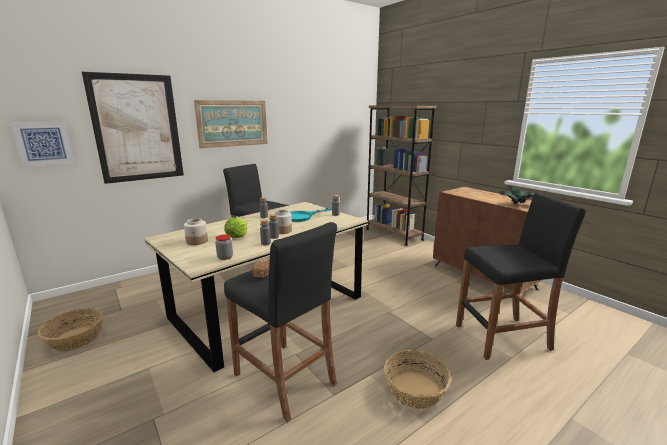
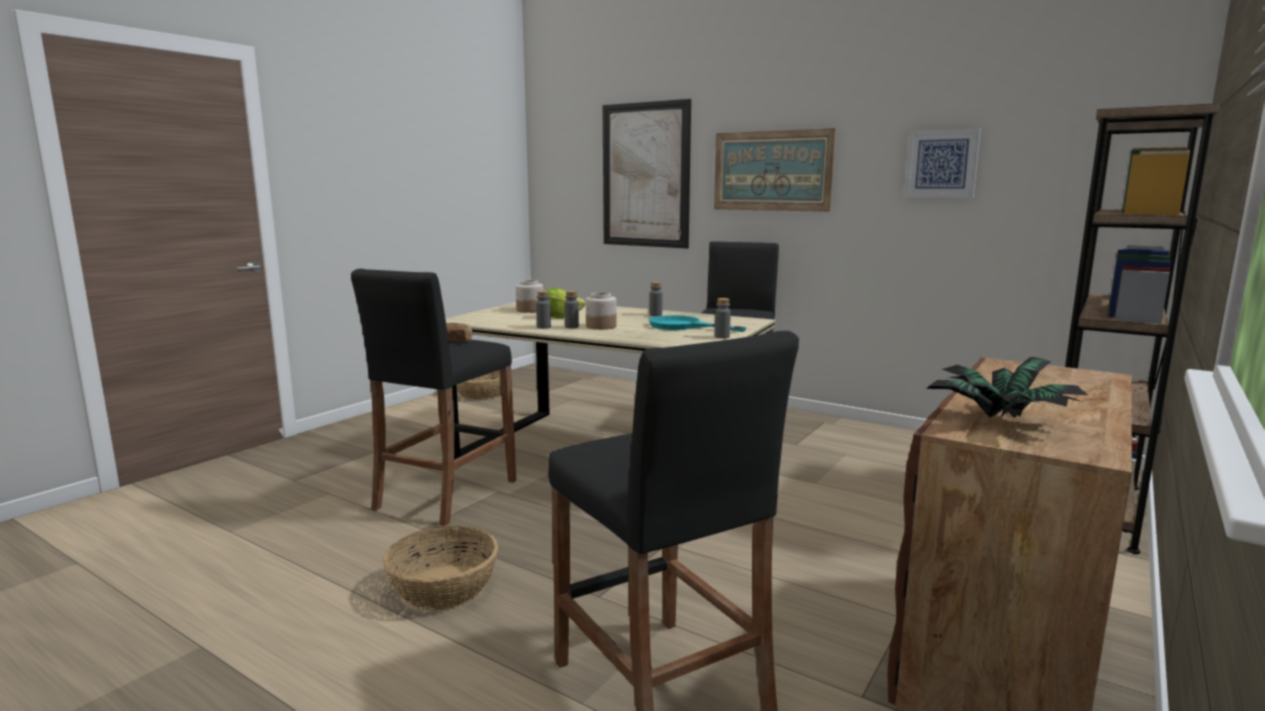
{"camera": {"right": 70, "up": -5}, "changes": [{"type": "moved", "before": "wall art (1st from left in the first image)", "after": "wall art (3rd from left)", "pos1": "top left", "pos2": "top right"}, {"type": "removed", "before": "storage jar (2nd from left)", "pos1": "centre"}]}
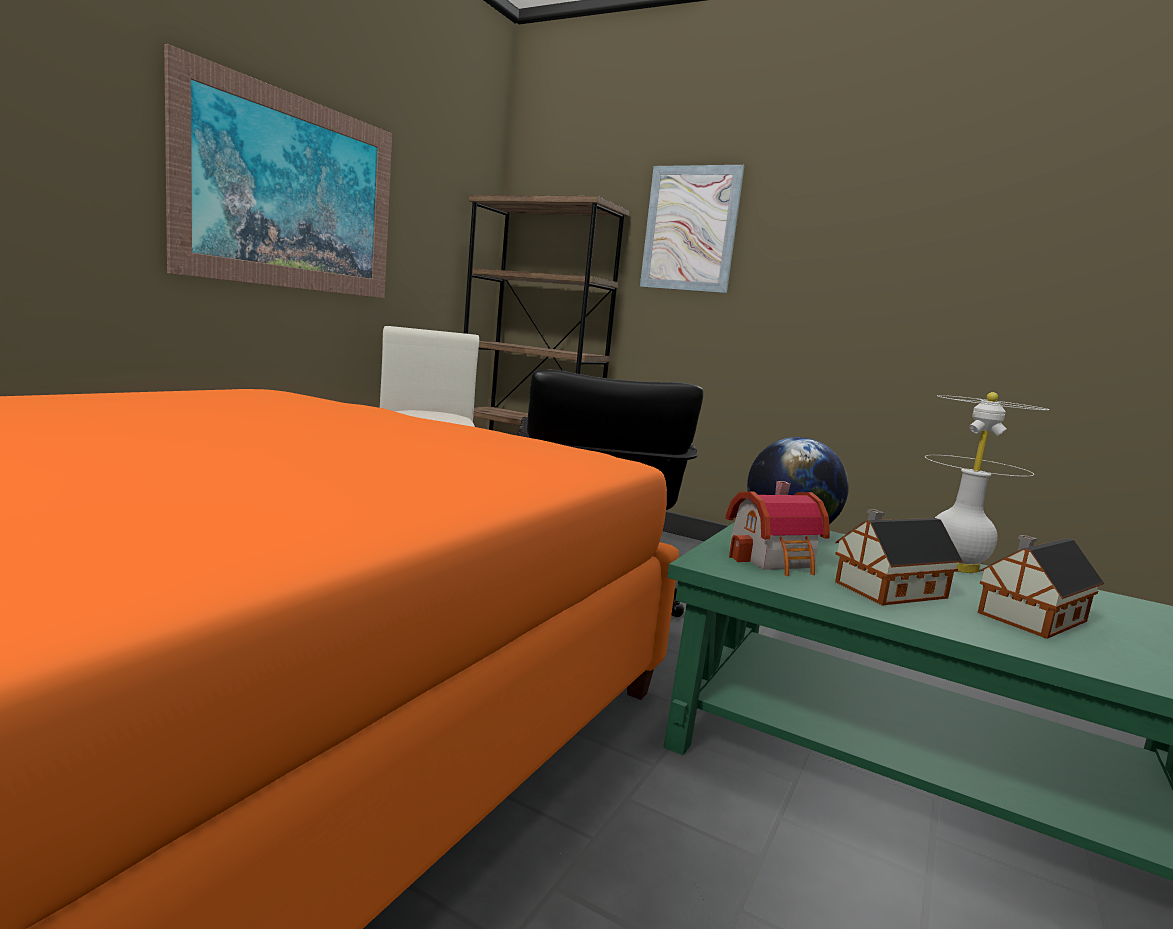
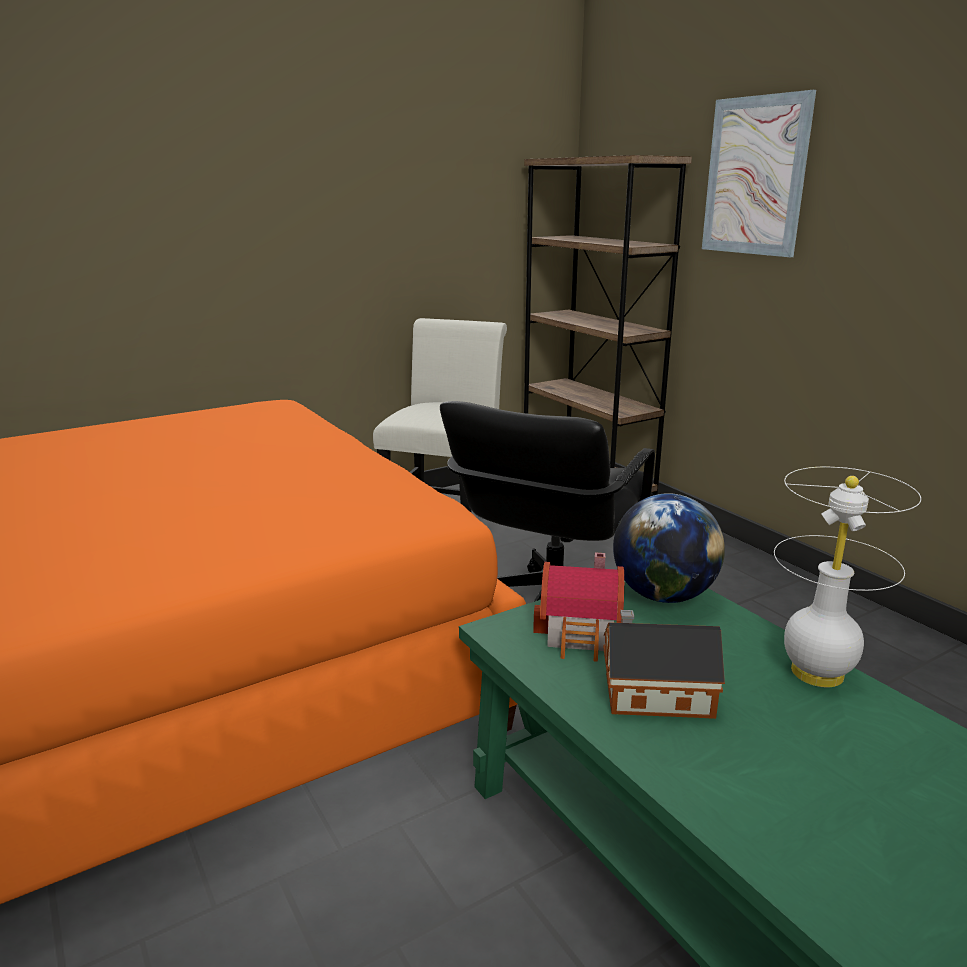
{"camera": {"right": 30, "up": 10}, "changes": [{"type": "removed", "before": "wall art (1st from left)", "pos1": "top left"}, {"type": "removed", "before": "toy house (3rd from left)", "pos1": "middle right"}]}
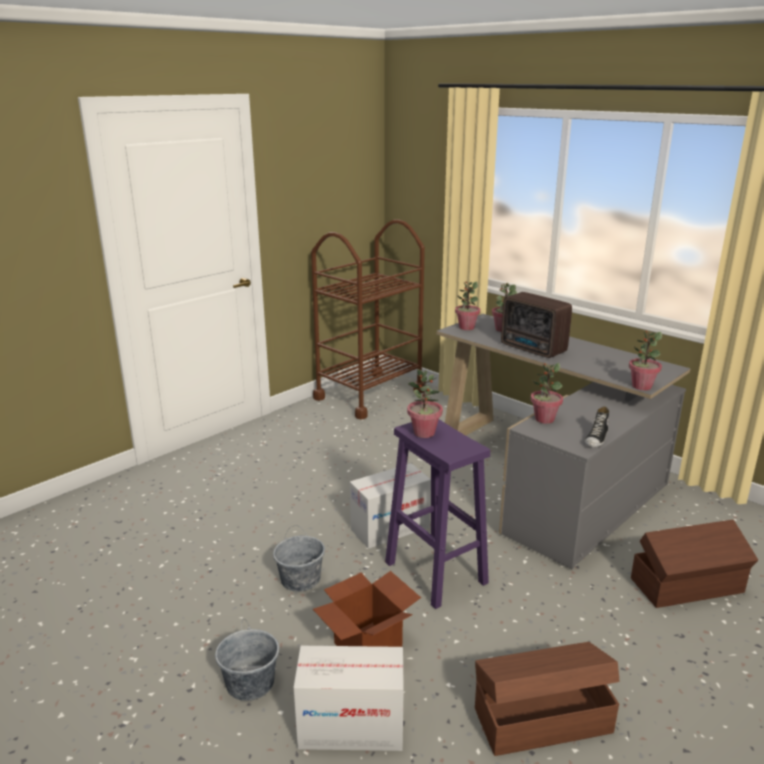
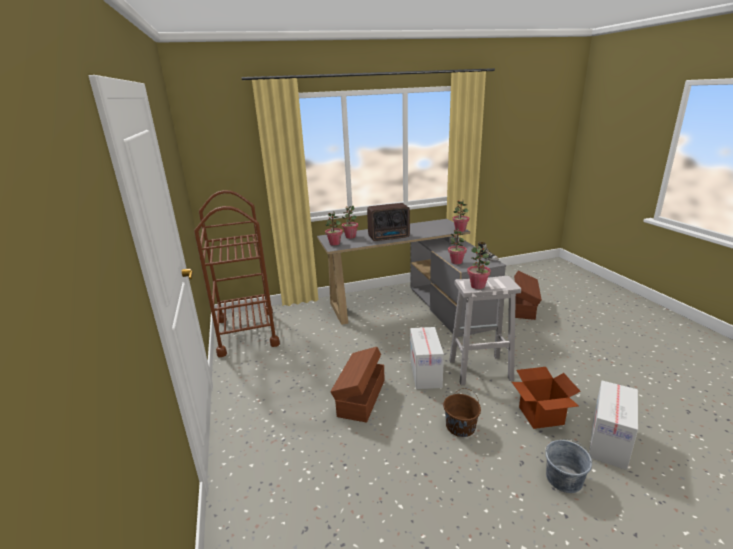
{"camera": {"right": -60, "up": 0}, "changes": [{"type": "recoloured", "before": "gray bucket (2nd from left)", "after": "brown-coloured bucket", "pos1": "bottom centre", "pos2": "bottom centre"}, {"type": "recoloured", "before": "purple-coloured sitting stool", "after": "whitish sitting stool", "pos1": "bottom centre", "pos2": "centre"}, {"type": "moved", "before": "brown-coloured storage bin (1st from left)", "pos1": "bottom right", "pos2": "bottom centre"}]}
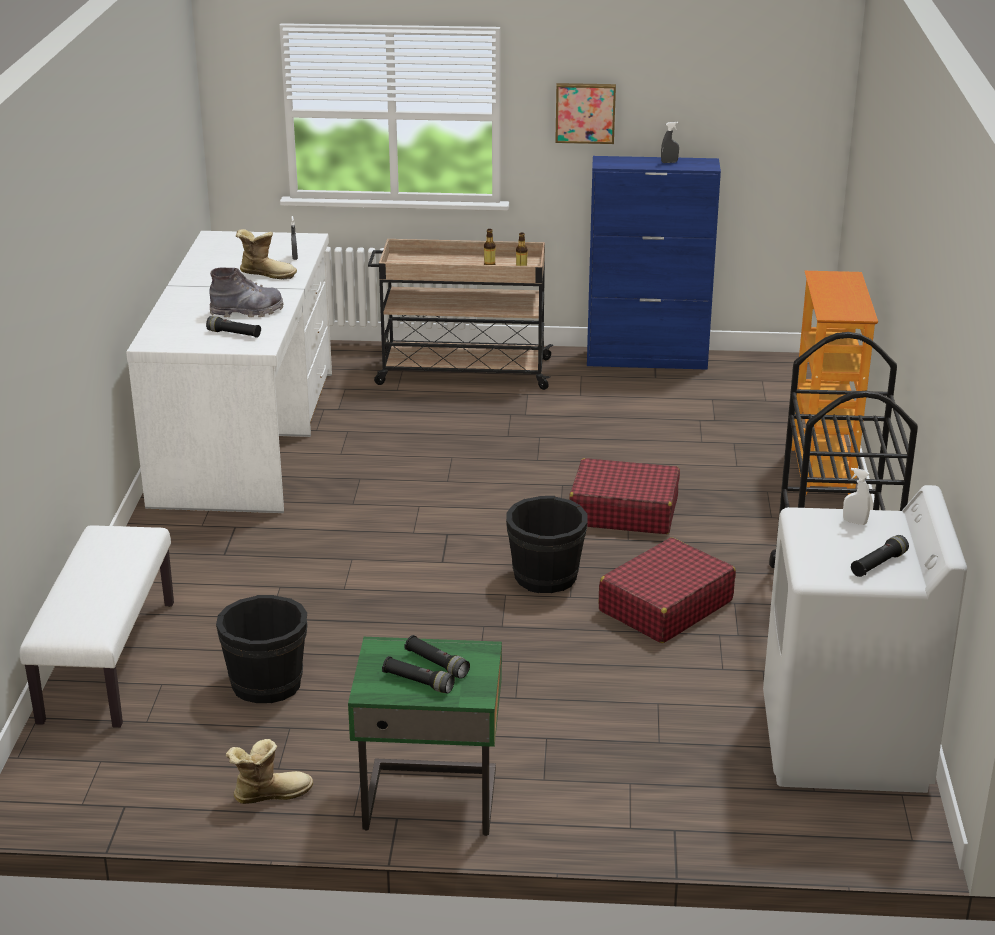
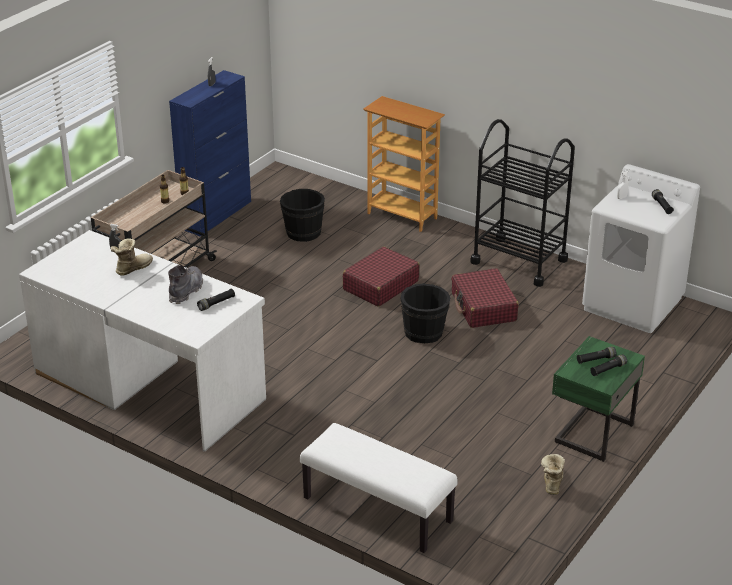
{"camera": {"right": -60, "up": 5}, "changes": [{"type": "moved", "before": "blackish bucket (1st from left)", "pos1": "bottom left", "pos2": "centre"}, {"type": "removed", "before": "wall art", "pos1": "top centre"}]}
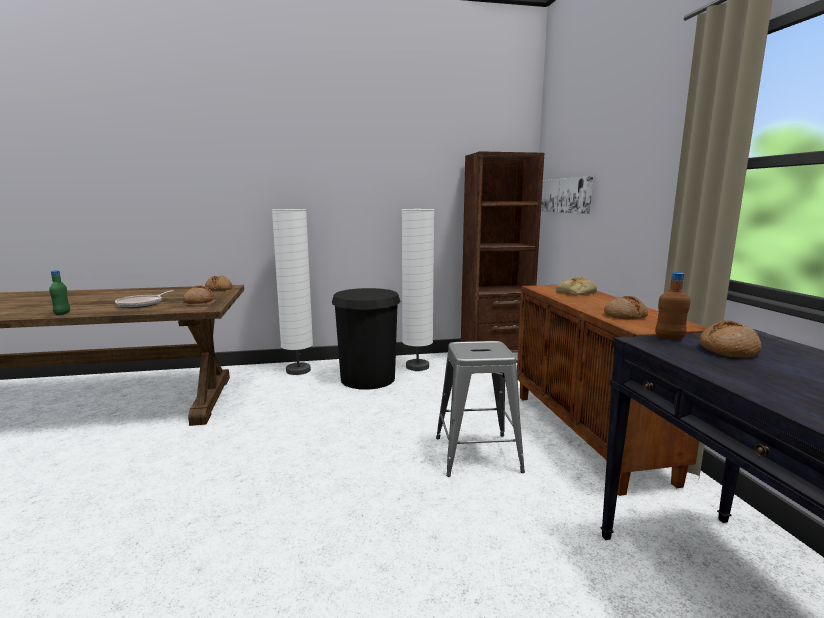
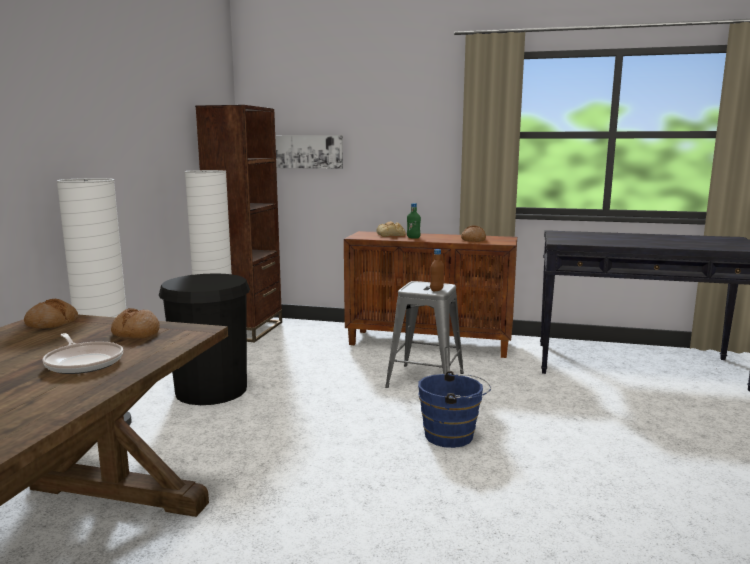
{"camera": {"right": -65, "up": 0}, "changes": [{"type": "moved", "before": "greenish drink bottle", "pos1": "middle left", "pos2": "centre"}, {"type": "moved", "before": "brown-coloured drink bottle", "pos1": "middle right", "pos2": "centre"}, {"type": "removed", "before": "baked bread (5th from left)", "pos1": "middle right"}, {"type": "added", "after": "bluish bucket", "pos2": "bottom centre"}]}
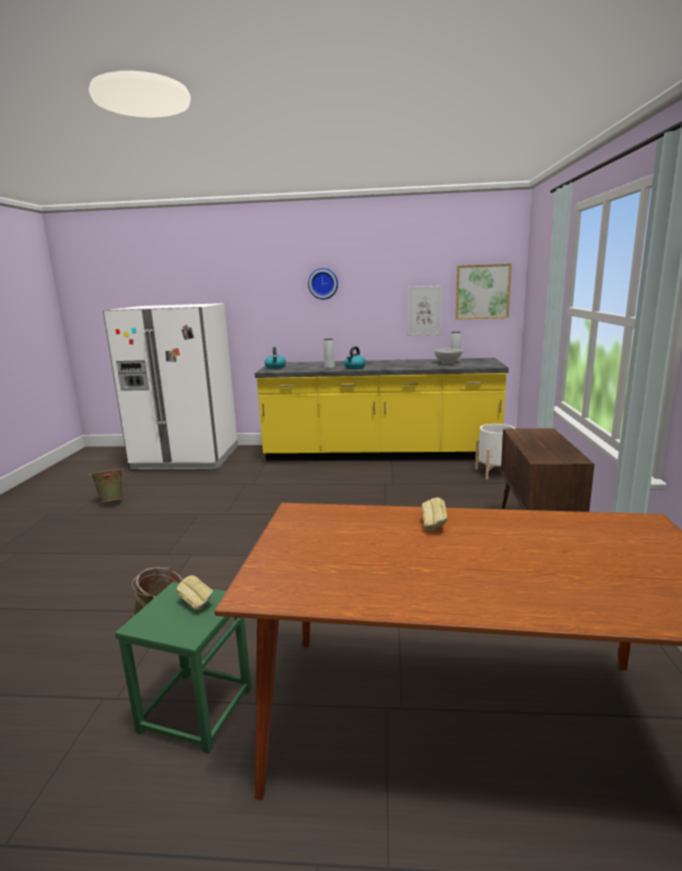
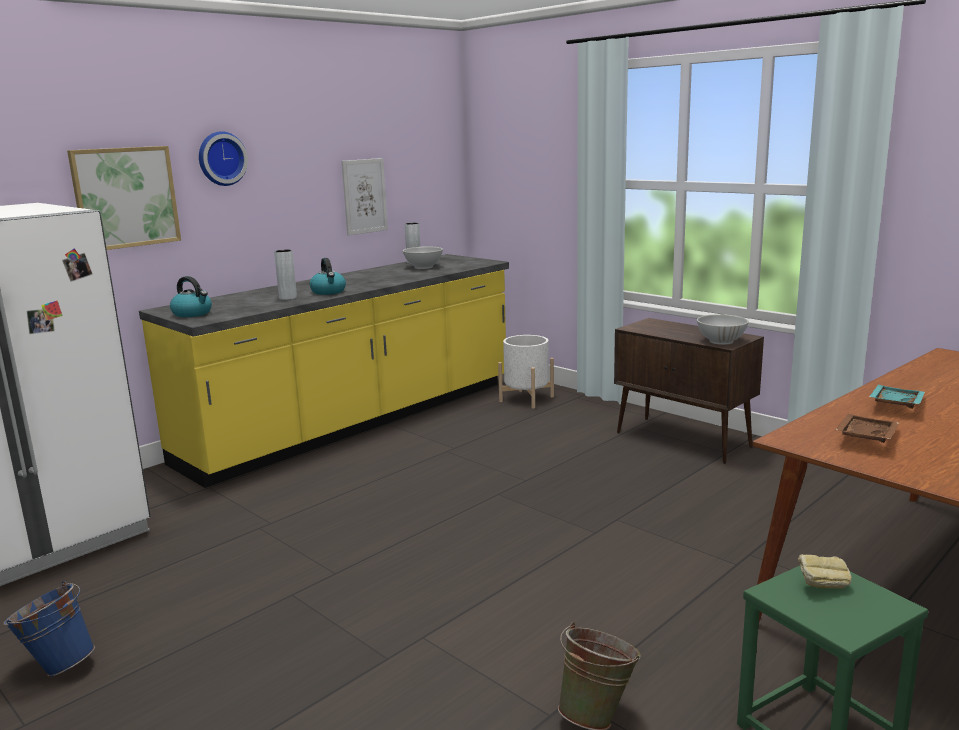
{"camera": {"right": -50, "up": 0}, "changes": [{"type": "recoloured", "before": "greenish bucket (1st from left)", "after": "bluish bucket", "pos1": "middle left", "pos2": "bottom left"}, {"type": "replaced", "before": "baked bread (2nd from left)", "after": "turquoise-coloured serving tray", "pos1": "centre", "pos2": "middle right"}, {"type": "moved", "before": "wall art (2nd from left in the first image)", "after": "wall art (1st from left)", "pos1": "middle right", "pos2": "top left"}, {"type": "added", "after": "whitish bowl (2nd from left)", "pos2": "middle right"}, {"type": "added", "after": "brown-coloured serving tray", "pos2": "middle right"}]}
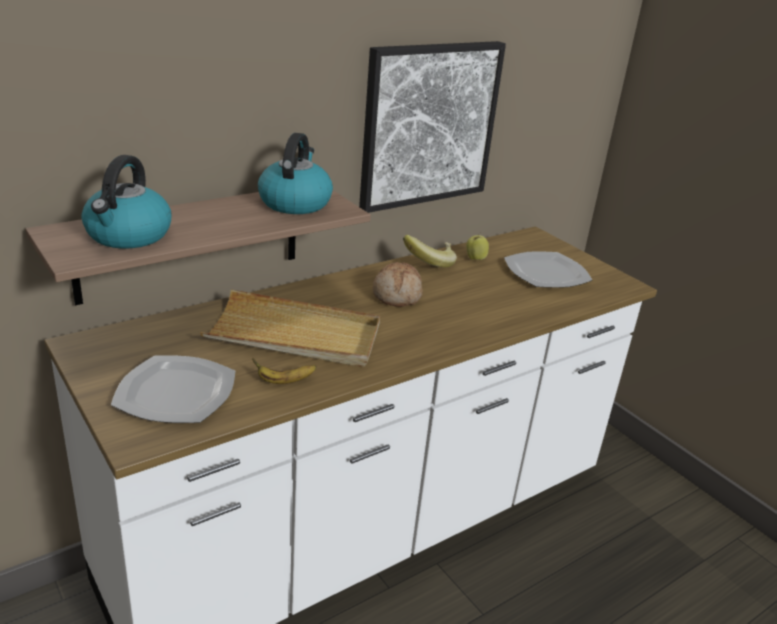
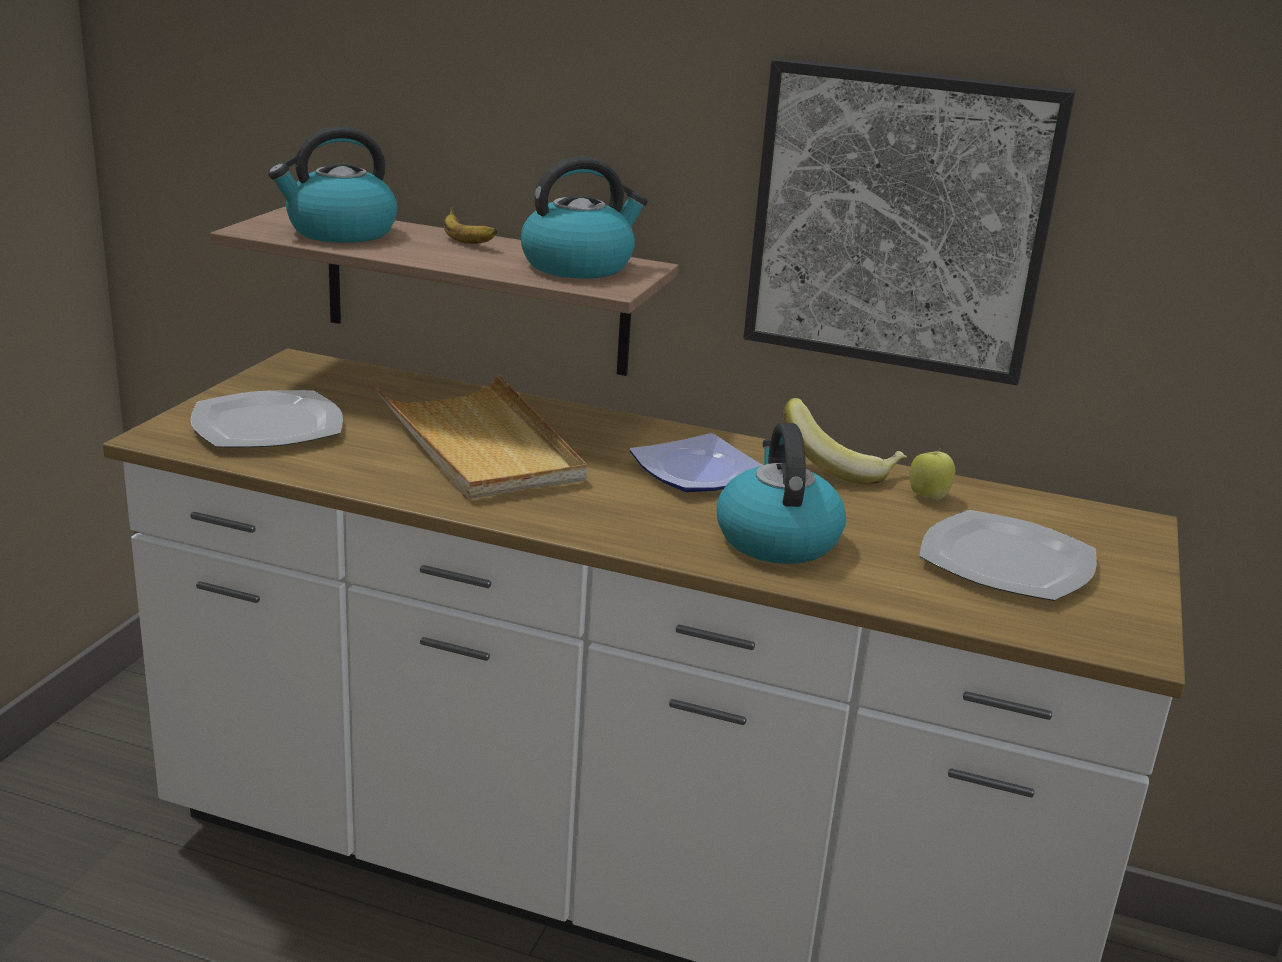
{"camera": {"right": 55, "up": -5}, "changes": [{"type": "moved", "before": "whole banana (1st from left)", "pos1": "centre", "pos2": "top centre"}, {"type": "replaced", "before": "baked bread", "after": "flat dish (2nd from left)", "pos1": "centre", "pos2": "centre"}, {"type": "added", "after": "water kettle (3rd from left)", "pos2": "centre"}]}
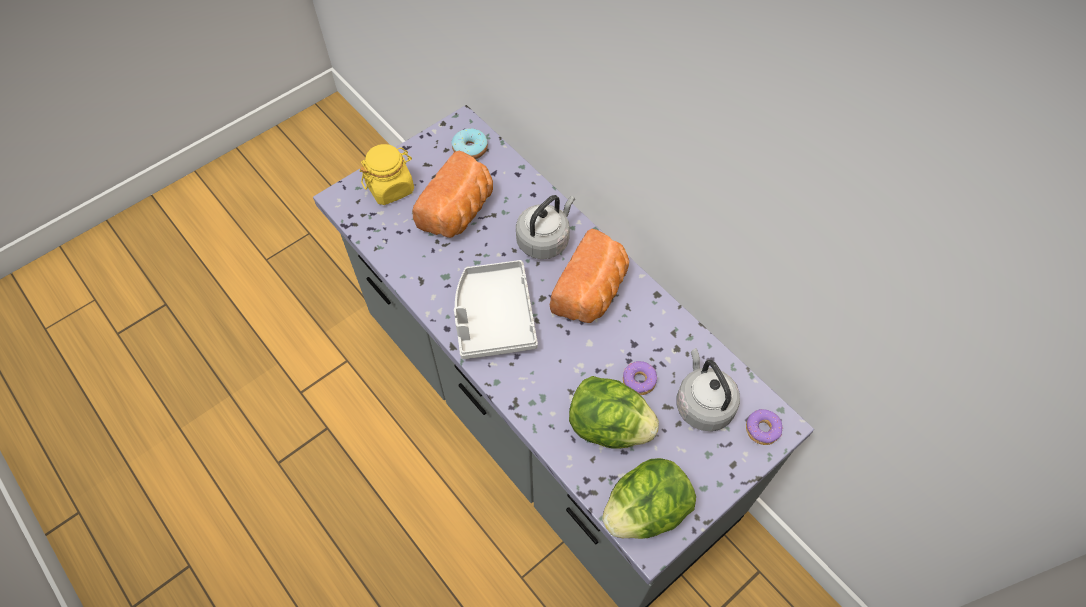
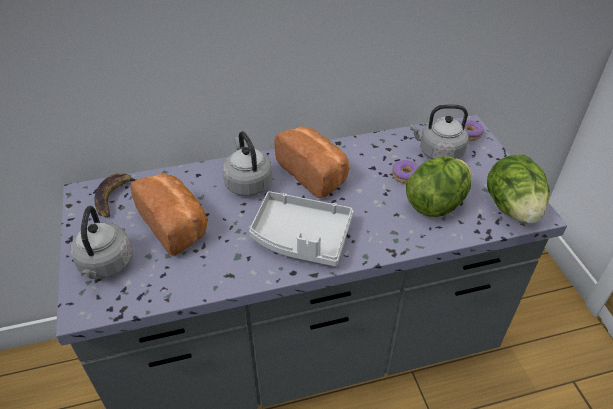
{"camera": {"right": -65, "up": -15}, "changes": [{"type": "replaced", "before": "yellow-coloured storage jar", "after": "gray water kettle (1st from left)", "pos1": "top centre", "pos2": "middle left"}, {"type": "replaced", "before": "doughnut (1st from left)", "after": "whole banana", "pos1": "top centre", "pos2": "middle left"}]}
